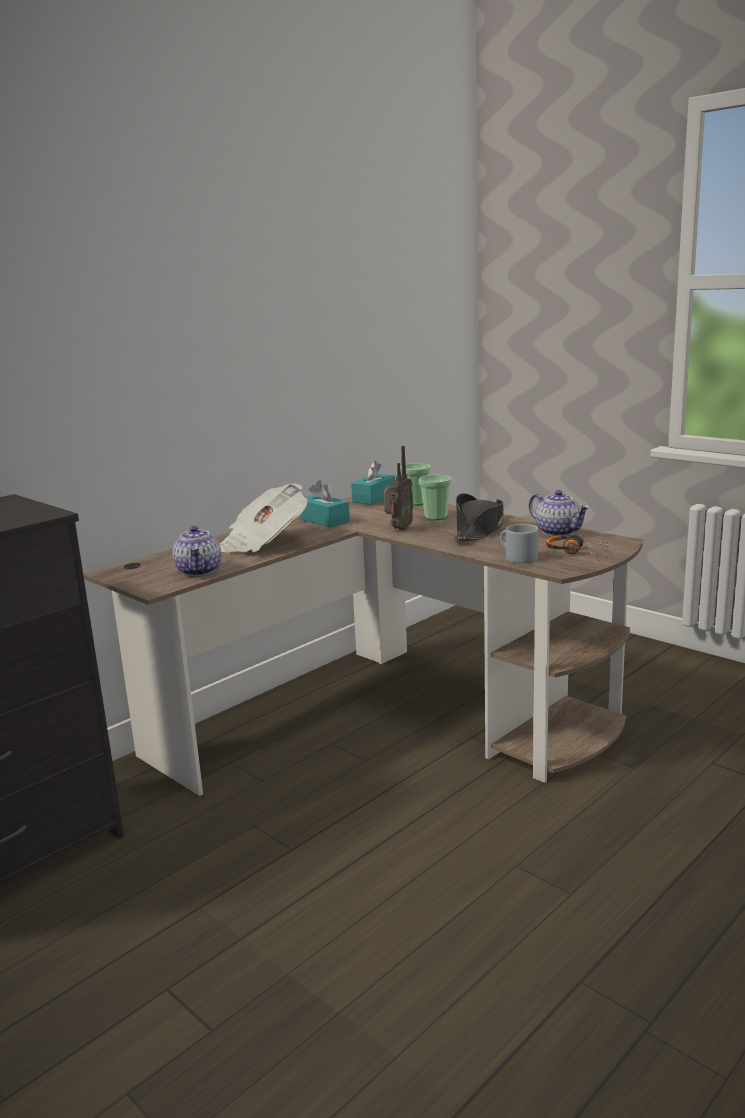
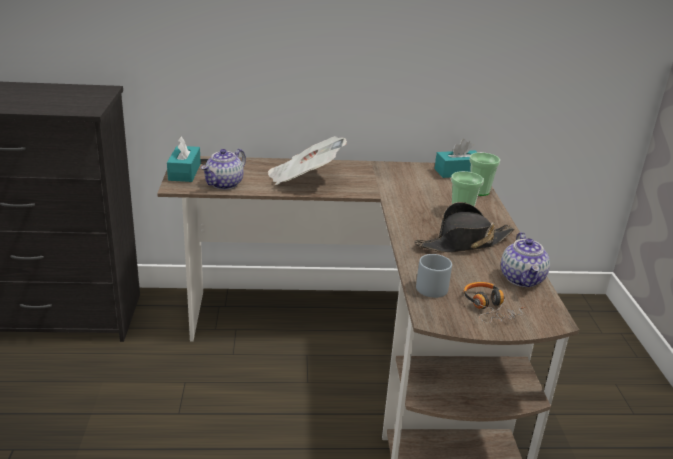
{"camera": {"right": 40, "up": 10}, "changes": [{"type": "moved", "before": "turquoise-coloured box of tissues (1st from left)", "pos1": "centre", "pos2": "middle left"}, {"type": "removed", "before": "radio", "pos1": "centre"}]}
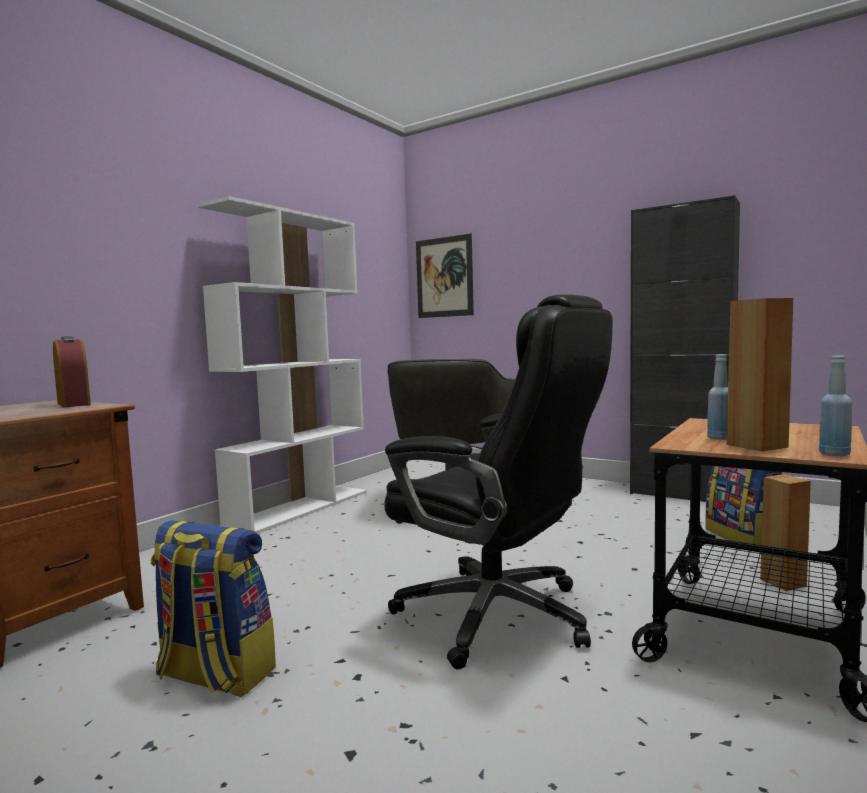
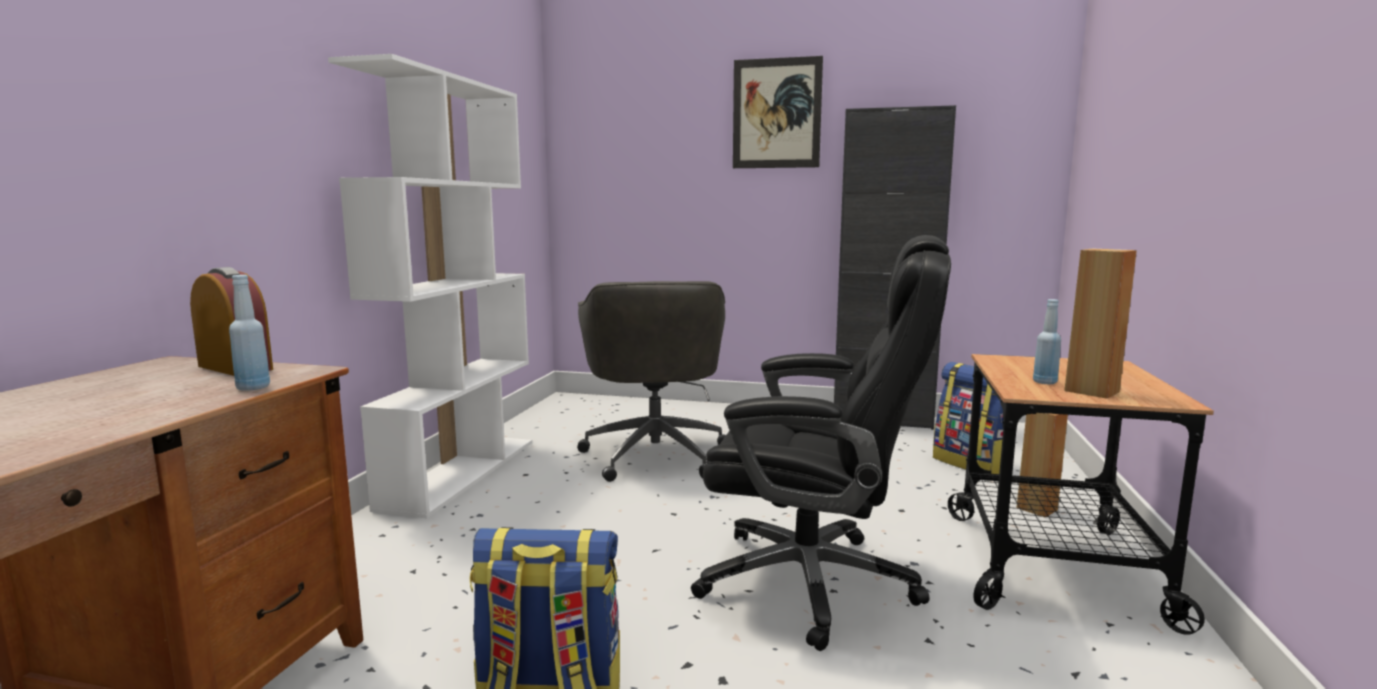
{"camera": {"right": -20, "up": 5}, "changes": [{"type": "moved", "before": "wall art", "pos1": "centre", "pos2": "top centre"}, {"type": "moved", "before": "bluish drink bottle (2nd from left in the first image)", "after": "bluish drink bottle (1st from left)", "pos1": "middle right", "pos2": "middle left"}]}
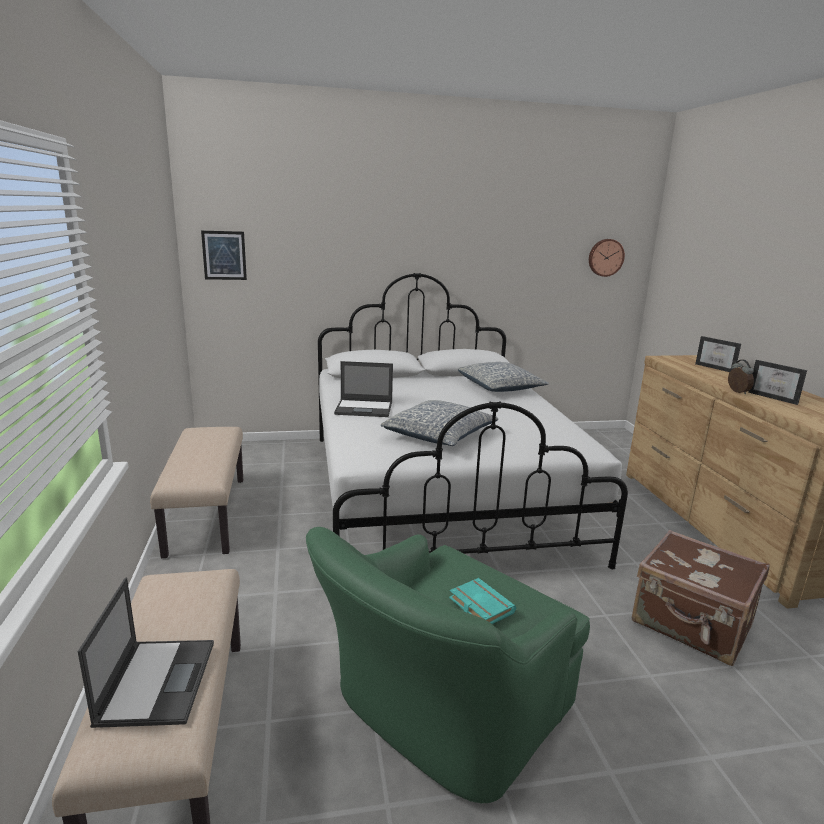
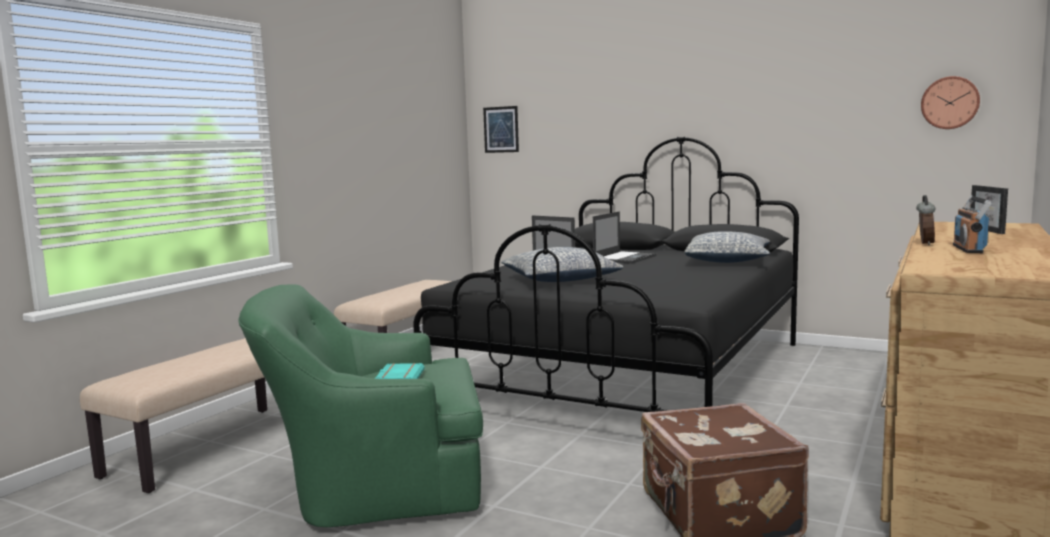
{"camera": {"right": 40, "up": -10}, "changes": [{"type": "moved", "before": "portable computer (1st from left in the first image)", "after": "portable computer (2nd from left)", "pos1": "bottom left", "pos2": "centre"}, {"type": "recoloured", "before": "whitish bed", "after": "blackish bed", "pos1": "centre", "pos2": "centre"}, {"type": "replaced", "before": "photo frame (2nd from left)", "after": "radio", "pos1": "middle right", "pos2": "middle right"}]}
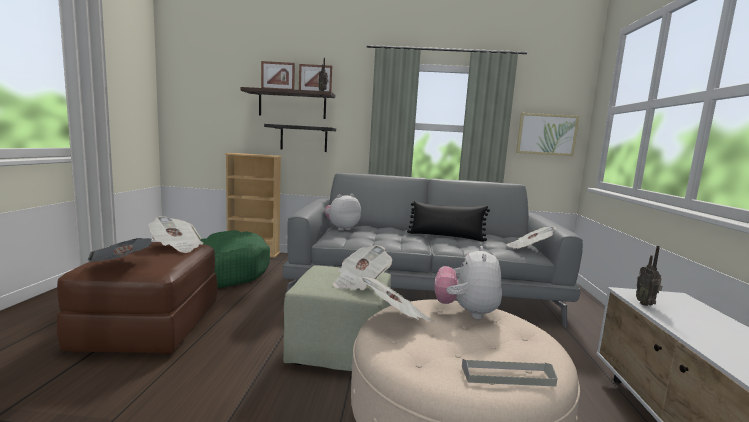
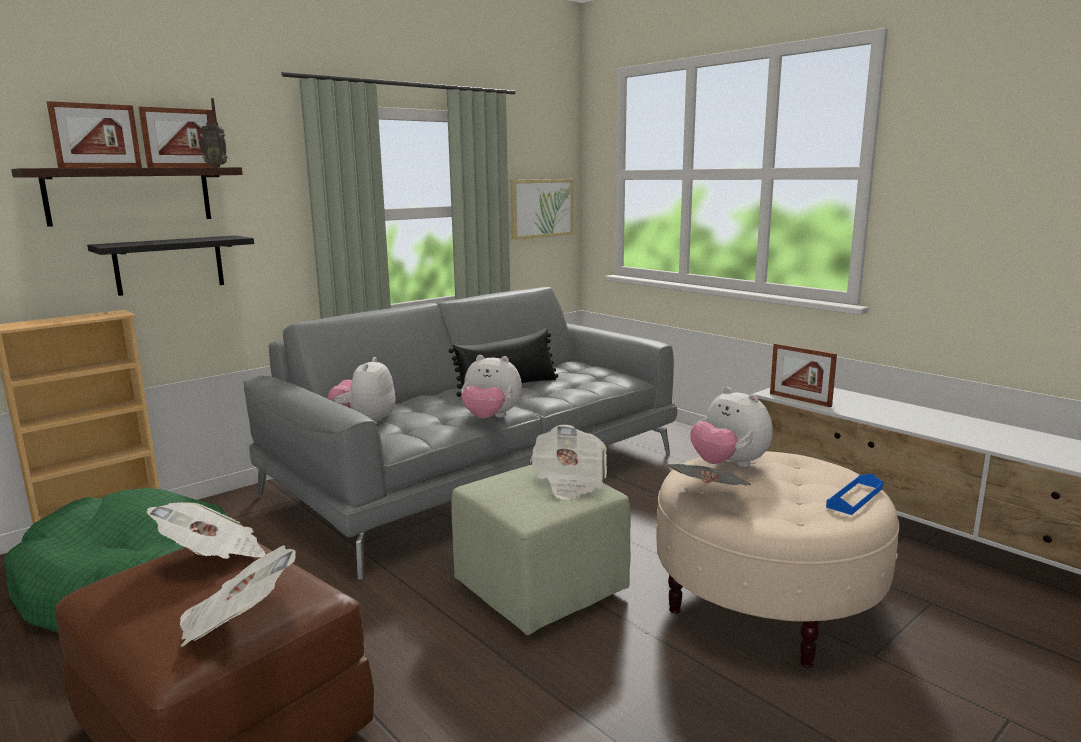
{"camera": {"right": -45, "up": 5}, "changes": [{"type": "recoloured", "before": "gray serving tray", "after": "bluish serving tray", "pos1": "bottom right", "pos2": "middle right"}, {"type": "removed", "before": "newspaper (5th from left)", "pos1": "middle right"}, {"type": "replaced", "before": "radio (2nd from left)", "after": "photo frame (3rd from left)", "pos1": "middle right", "pos2": "middle right"}, {"type": "added", "after": "plush toy (2nd from left)", "pos2": "centre"}]}
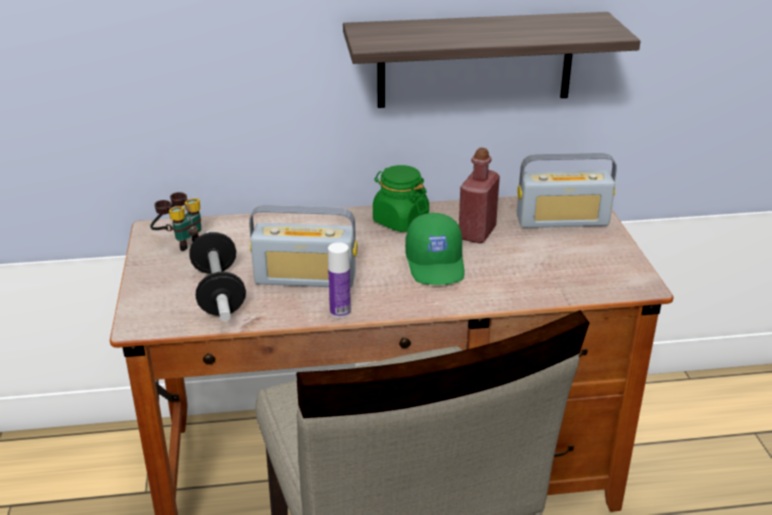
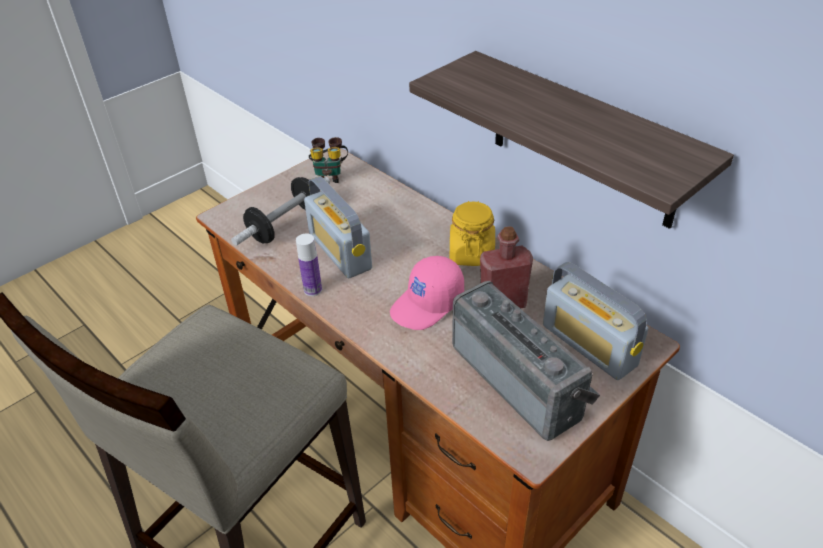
{"camera": {"right": 55, "up": 10}, "changes": [{"type": "recoloured", "before": "greenish storage jar", "after": "yellow-coloured storage jar", "pos1": "centre", "pos2": "centre"}, {"type": "recoloured", "before": "greenish baseball cap", "after": "pinkish baseball cap", "pos1": "centre", "pos2": "centre"}, {"type": "added", "after": "radio (2nd from left)", "pos2": "centre"}]}
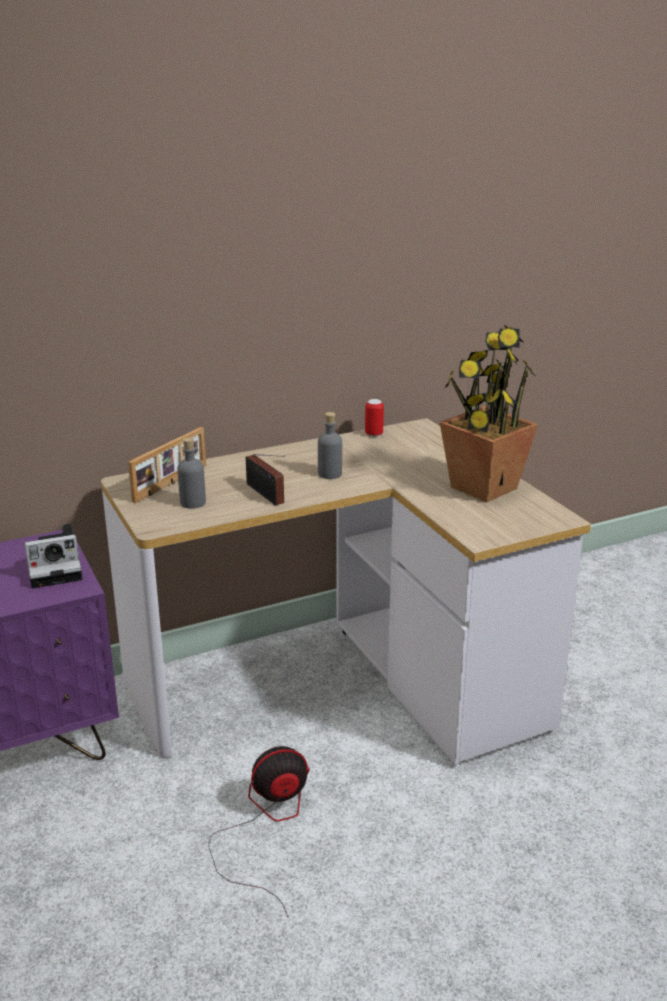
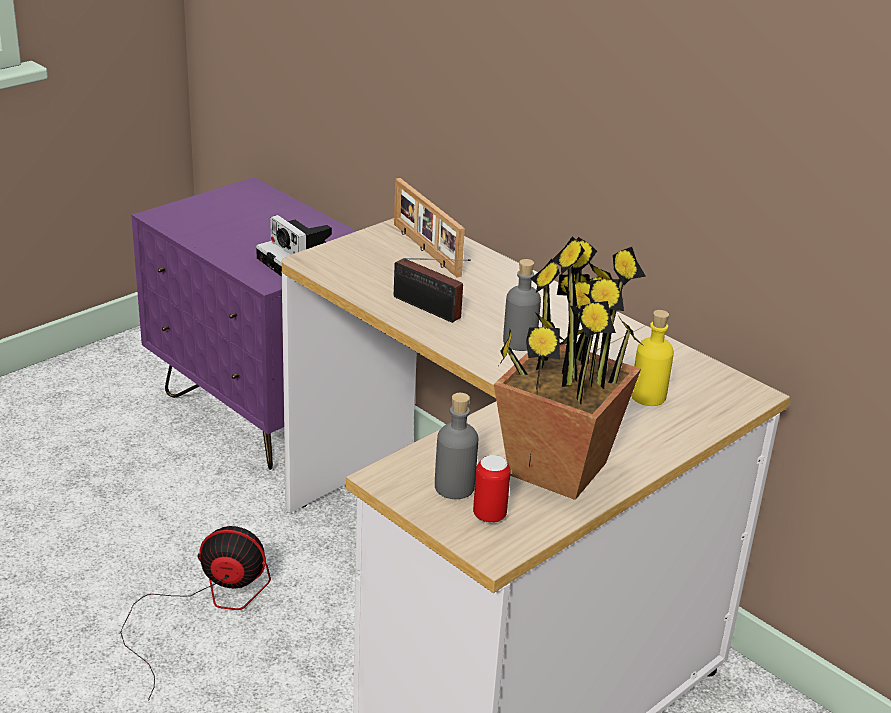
{"camera": {"right": 70, "up": 5}, "changes": [{"type": "turned", "before": "photo frame", "pos1": "middle left", "pos2": "top centre", "turn": 45}, {"type": "moved", "before": "gray drink bottle (1st from left)", "pos1": "middle left", "pos2": "centre"}, {"type": "turned", "before": "electric fan", "pos1": "bottom centre", "pos2": "bottom left", "turn": -45}, {"type": "turned", "before": "radio", "pos1": "centre", "pos2": "centre", "turn": -90}, {"type": "moved", "before": "metal can", "pos1": "centre", "pos2": "bottom centre"}, {"type": "added", "after": "yellow-coloured drink bottle", "pos2": "middle right"}]}
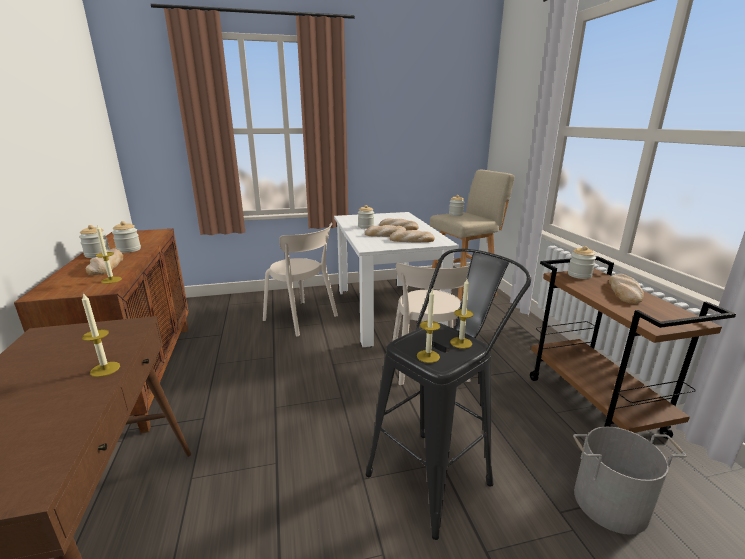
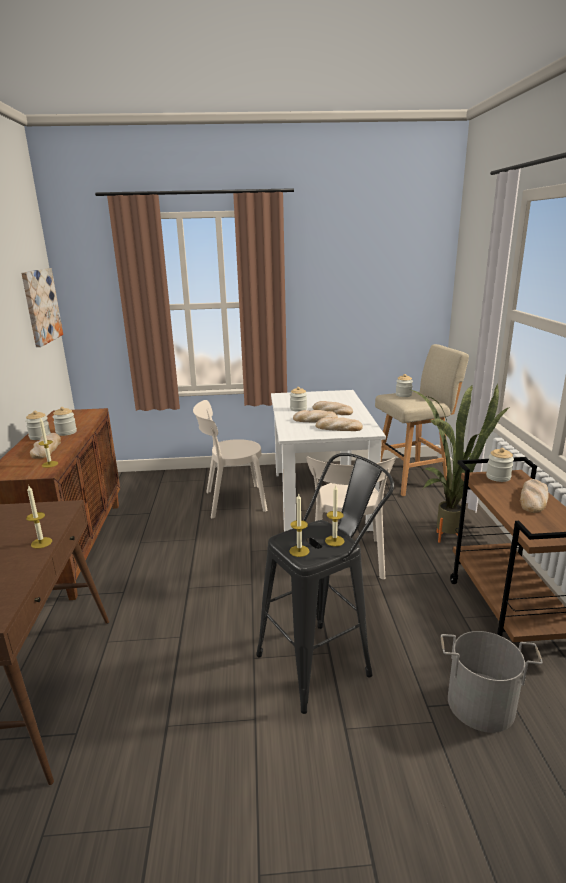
{"camera": {"right": 10, "up": 0}, "changes": [{"type": "turned", "before": "beige-coloured plain chair (1st from left)", "pos1": "centre", "pos2": "centre", "turn": 120}, {"type": "added", "after": "wall art", "pos2": "middle left"}, {"type": "added", "after": "plant in a pot", "pos2": "middle right"}]}
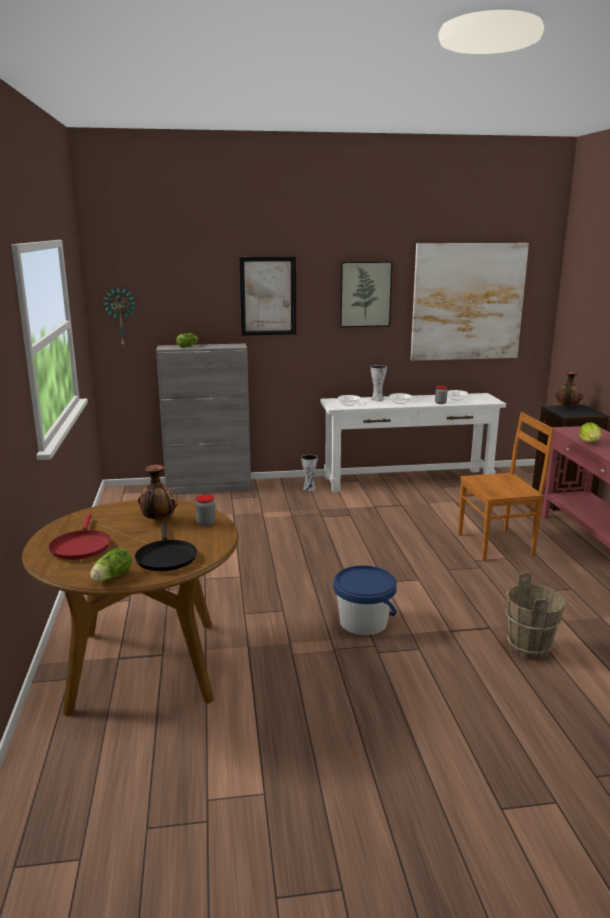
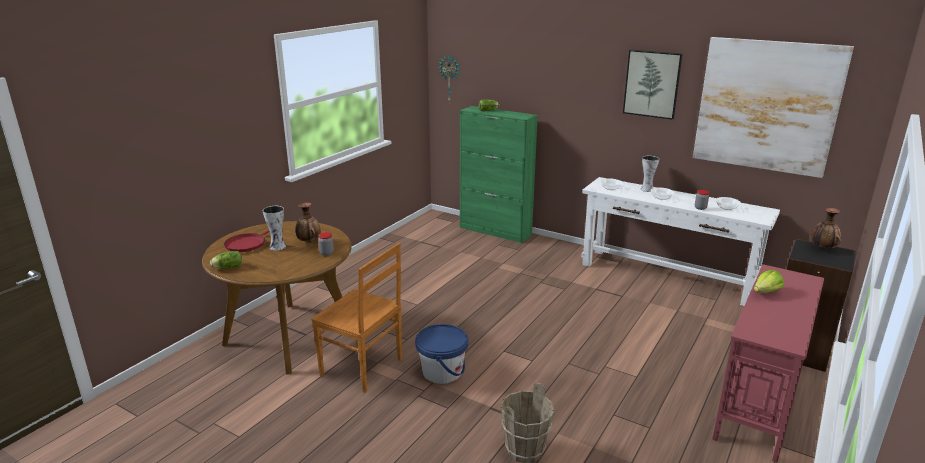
{"camera": {"right": 40, "up": 5}, "changes": [{"type": "removed", "before": "blackish frying pan", "pos1": "middle left"}, {"type": "recoloured", "before": "gray cabinet", "after": "greenish cabinet", "pos1": "middle left", "pos2": "centre"}, {"type": "removed", "before": "wall art (1st from left)", "pos1": "top centre"}, {"type": "moved", "before": "flower vase (2nd from left in the first image)", "after": "flower vase (1st from left)", "pos1": "centre", "pos2": "middle left"}, {"type": "moved", "before": "brown-coloured plain chair", "pos1": "middle right", "pos2": "bottom centre"}]}
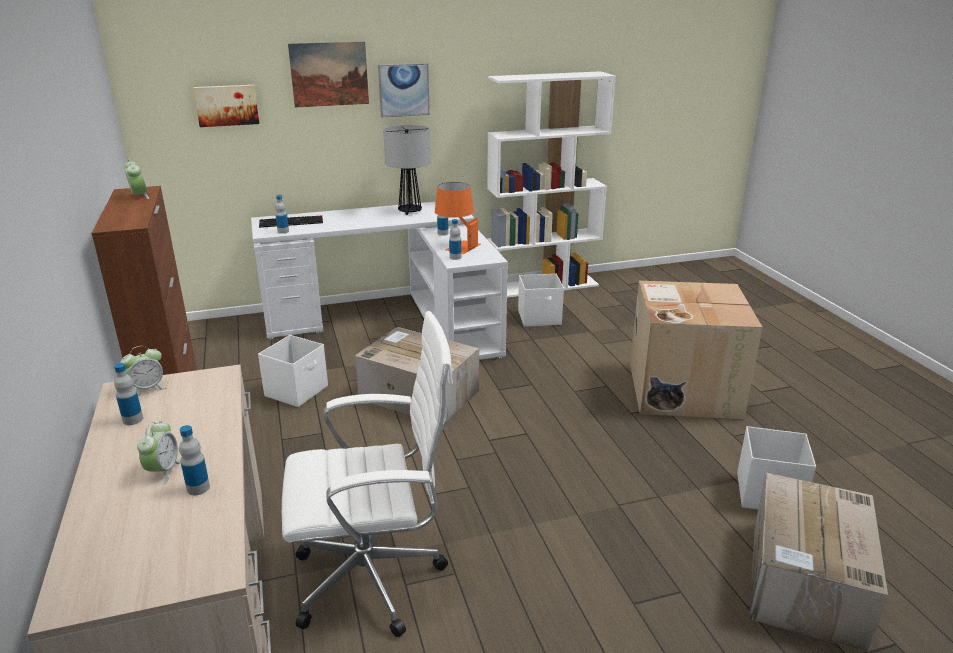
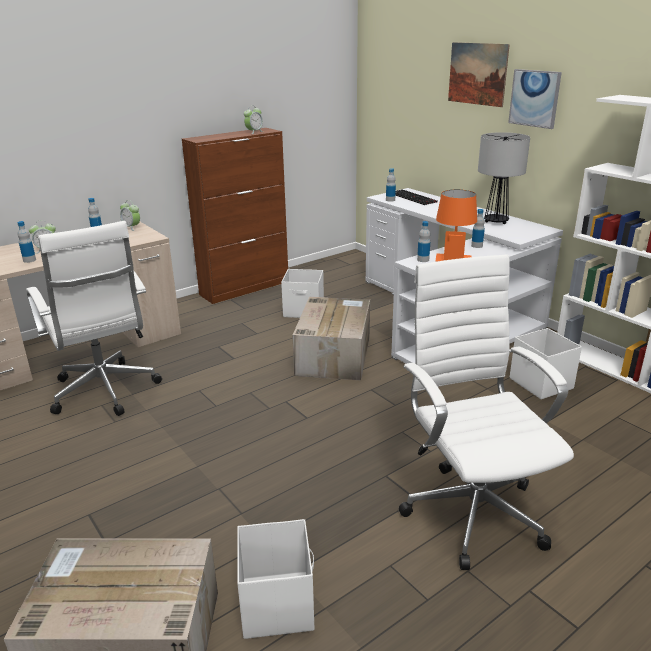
{"camera": {"right": 70, "up": 0}, "changes": [{"type": "removed", "before": "wall art (1st from left)", "pos1": "top left"}, {"type": "replaced", "before": "packing box (2nd from left)", "after": "whitish office chair (2nd from left)", "pos1": "middle right", "pos2": "middle right"}]}
